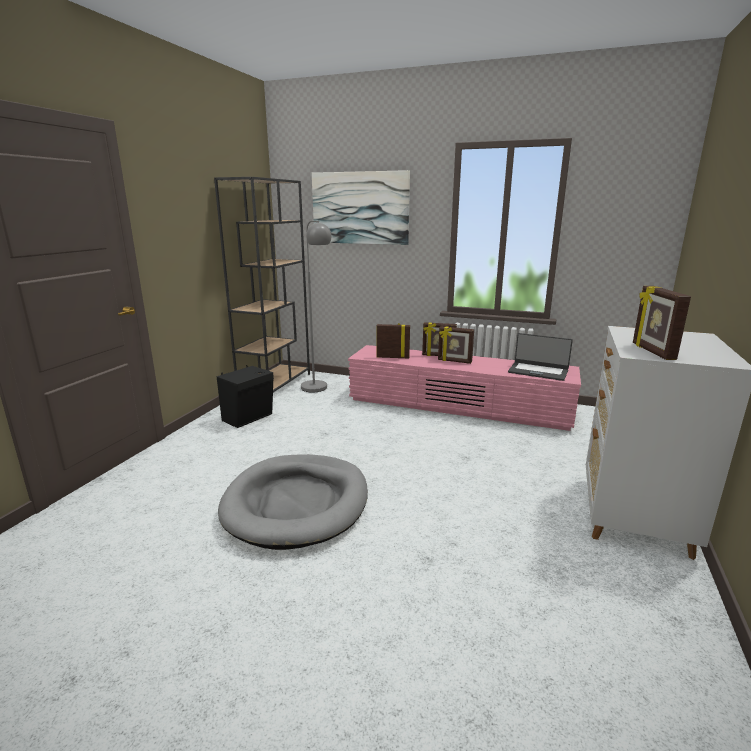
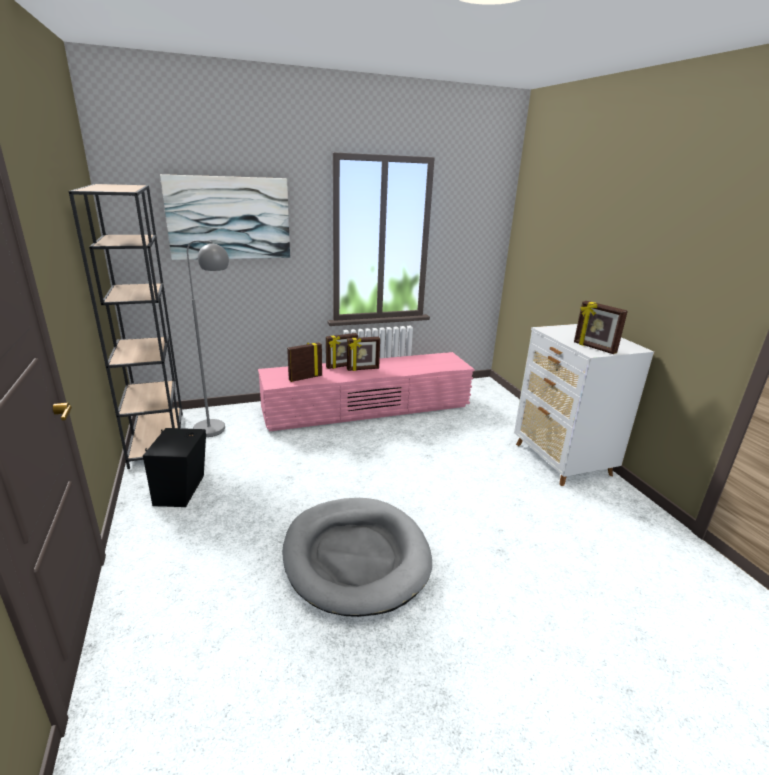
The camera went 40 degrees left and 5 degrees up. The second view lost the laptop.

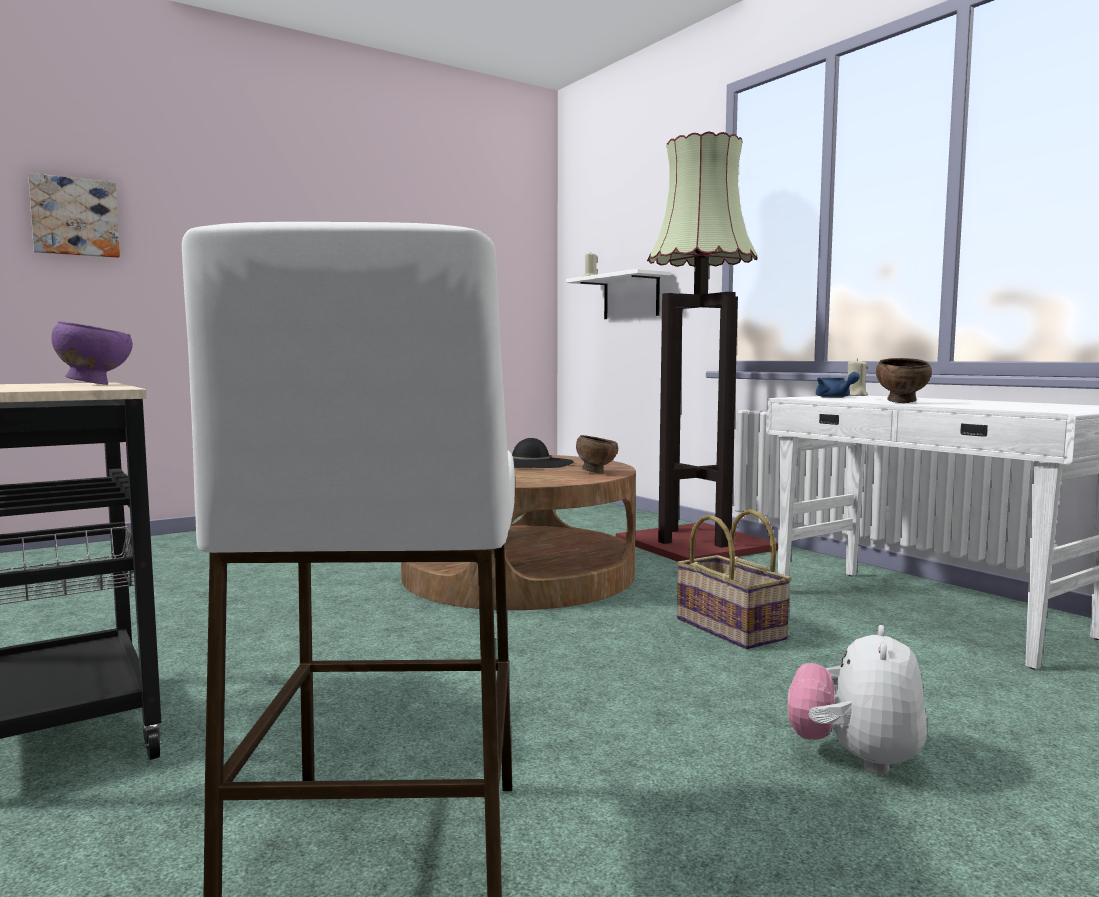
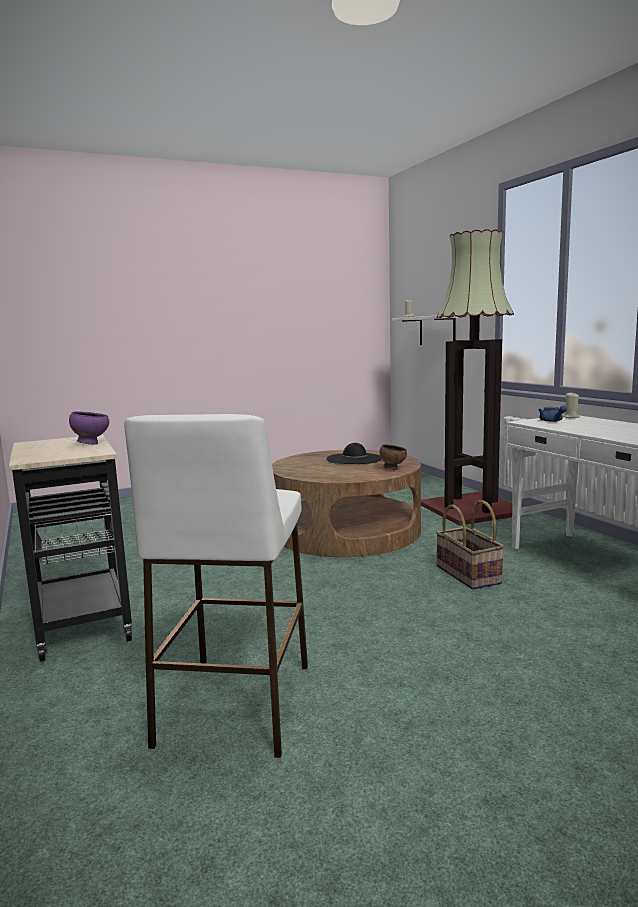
The camera went 10 degrees right and 5 degrees up. The second view lost the picture. The second view lost the plush_toy. The second view lost the brown_bowl (no. 2 from left).

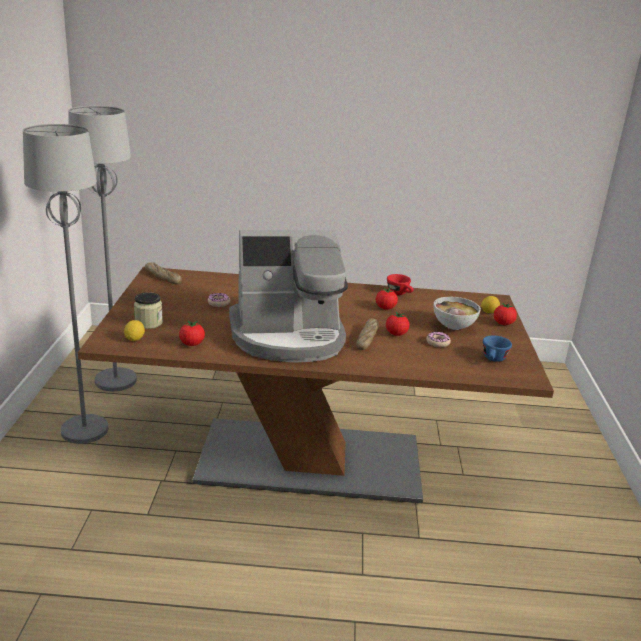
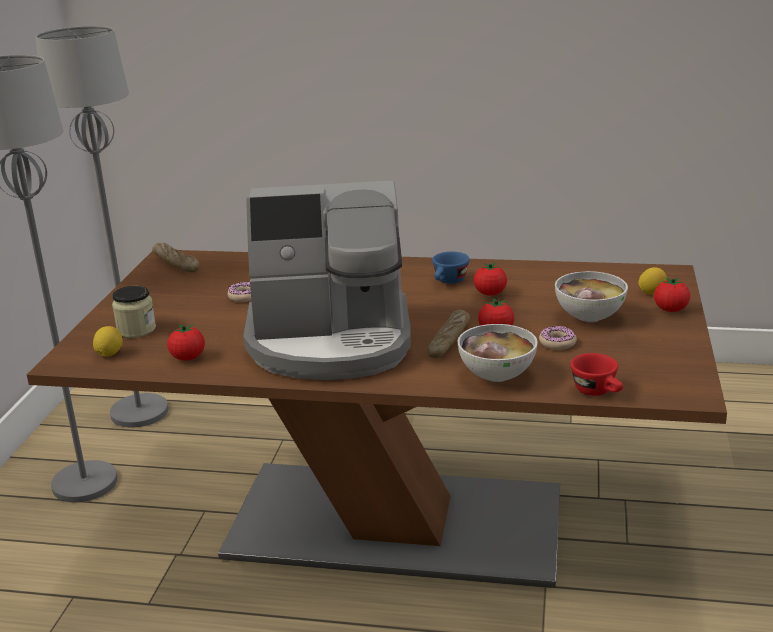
The camera went 10 degrees right and 0 degrees up. The red_cup ended up elsewhere. The blue_cup ended up elsewhere. The second view gained the bowl (no. 1 from left).

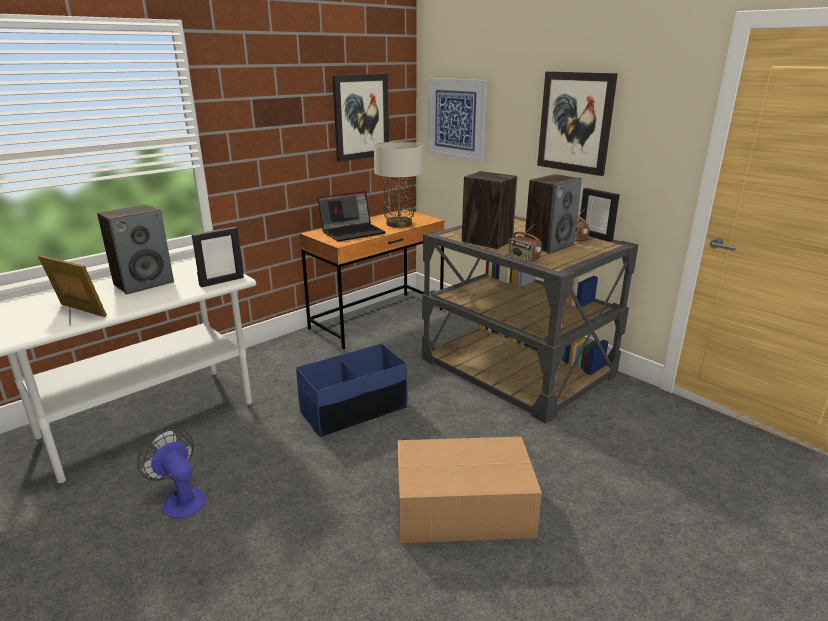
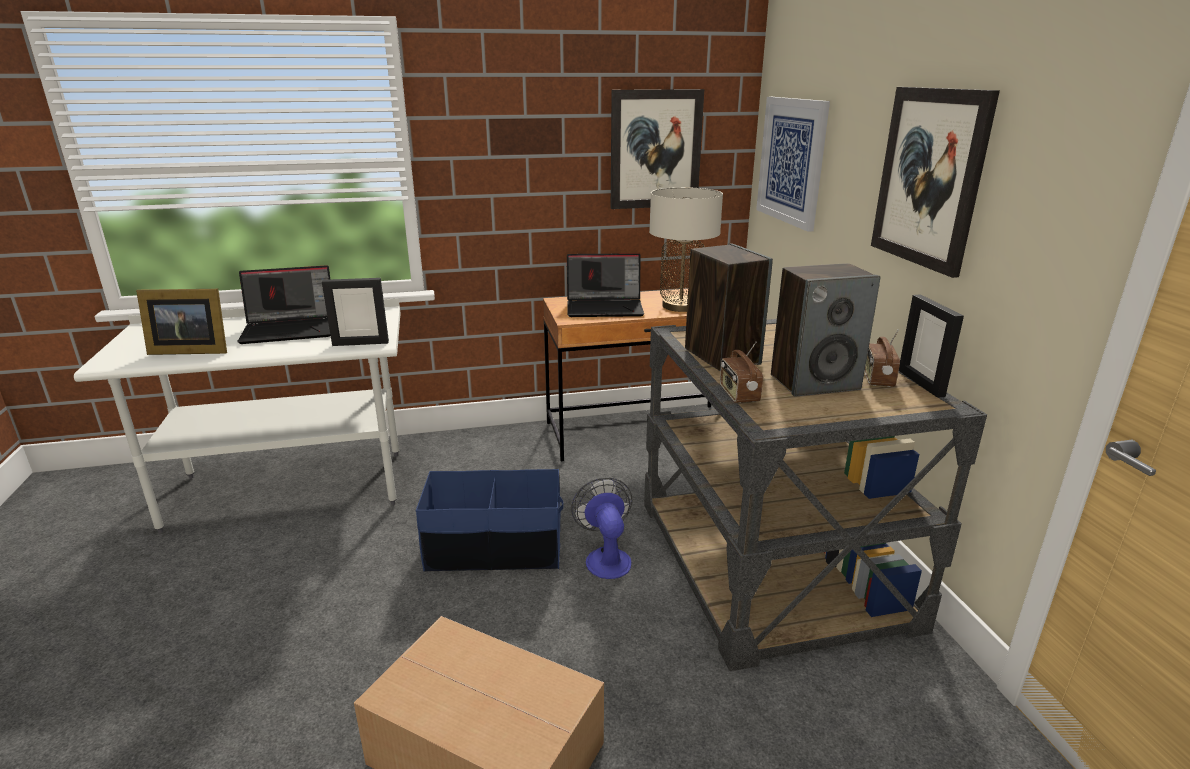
The camera went 30 degrees right and 0 degrees up. The picture_frame (no. 1 from left) ended up facing another way, 120 degrees clockwise from before. Where the speaker (no. 1 from left) stood, the laptop (no. 1 from left) came to stand. The fan ended up elsewhere.

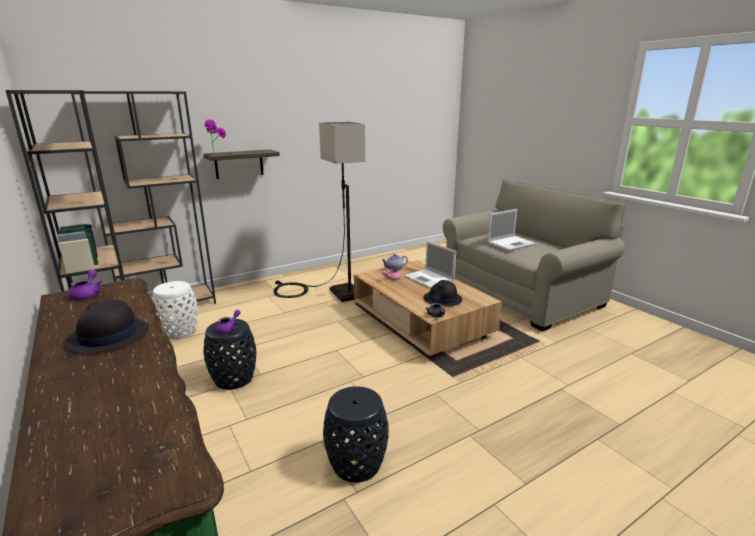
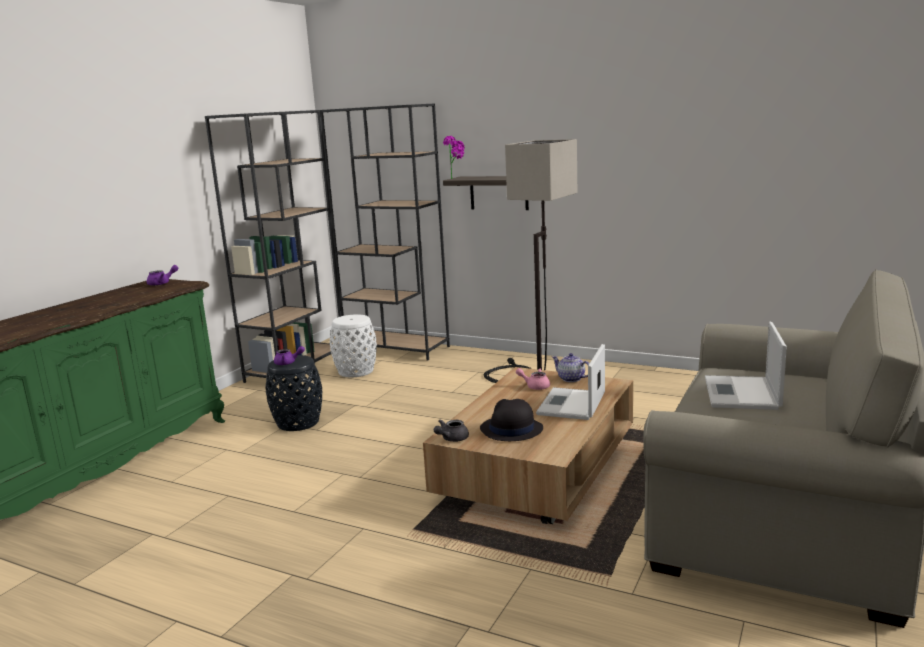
The camera went 60 degrees right and 5 degrees down. The second view lost the black_hat (no. 1 from left). The second view lost the black_stool (no. 2 from left). The laptop (no. 2 from left) ended up facing another way, 75 degrees clockwise from before.

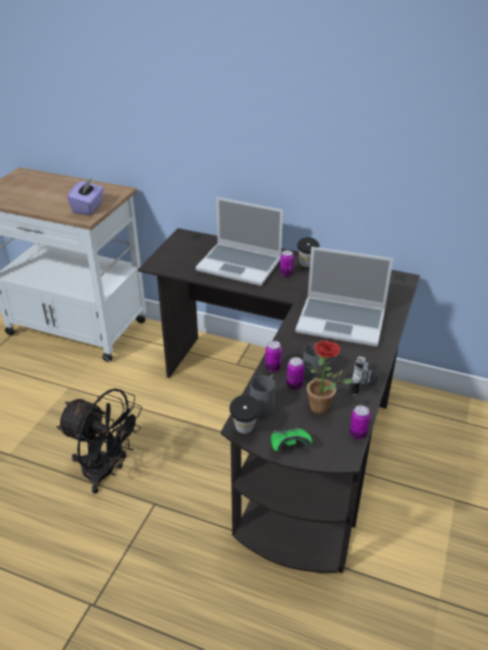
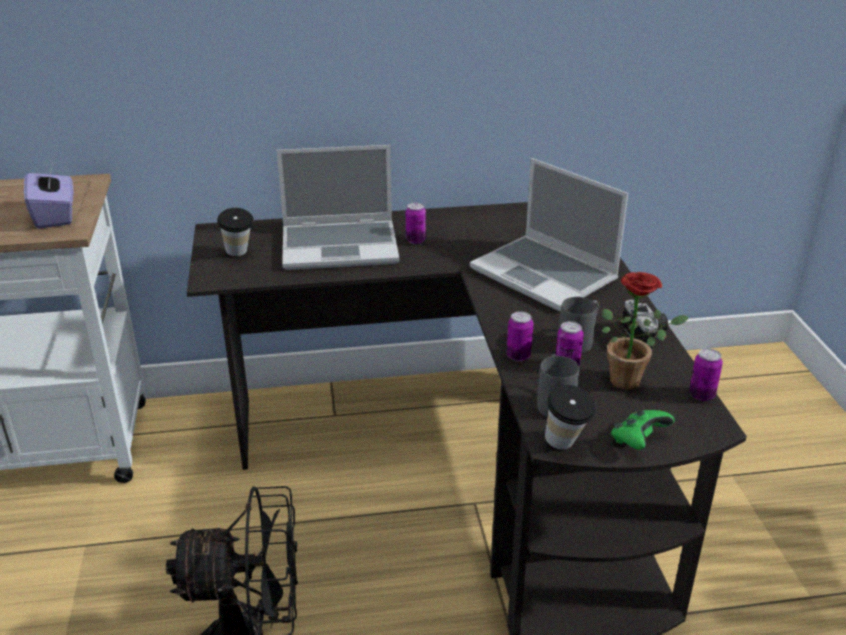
The camera went 30 degrees left and 5 degrees down. The laptop (no. 2 from left) ended up facing another way, 60 degrees clockwise from before. The cup (no. 2 from left in the first image) ended up elsewhere.

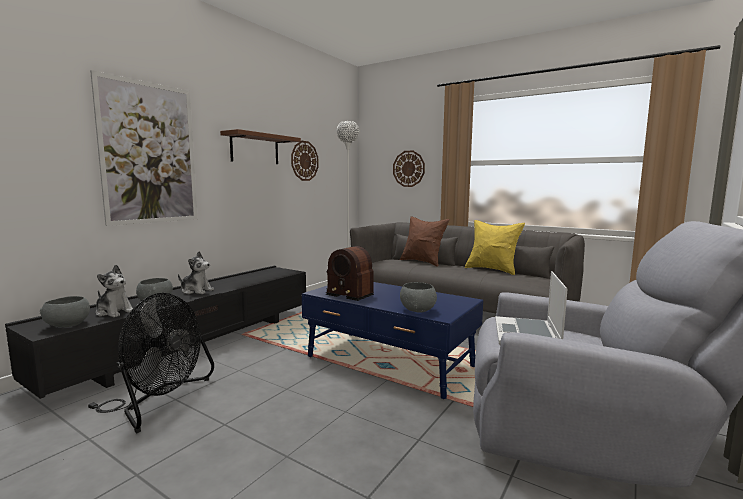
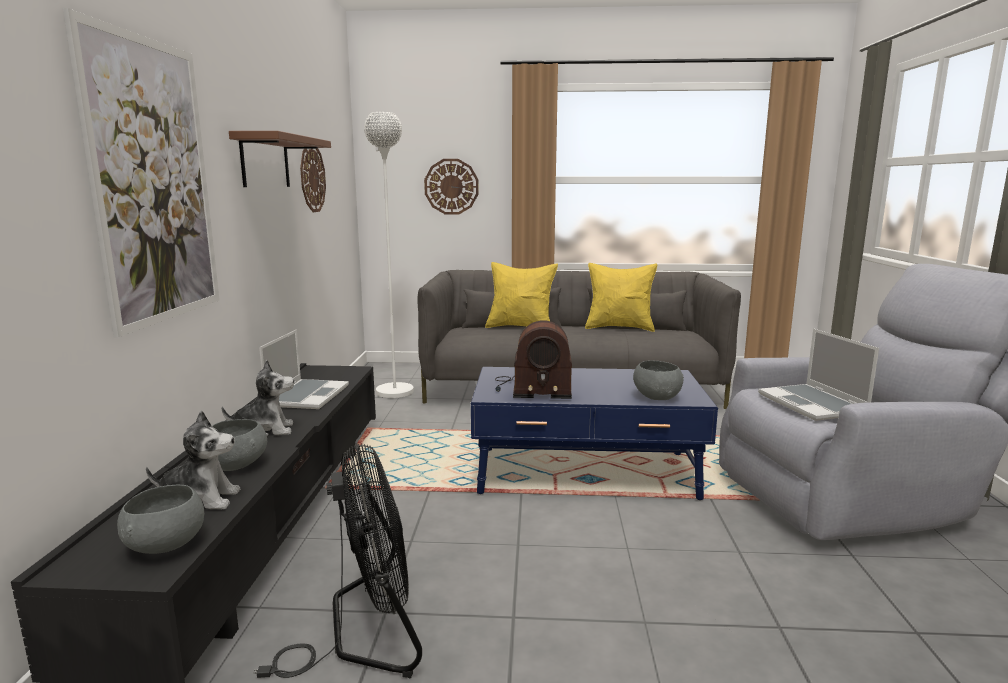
The camera went 30 degrees left and 5 degrees up. What was the brown_pillow turned into the yellow_pillow (no. 1 from left). The second view gained the laptop (no. 1 from left).

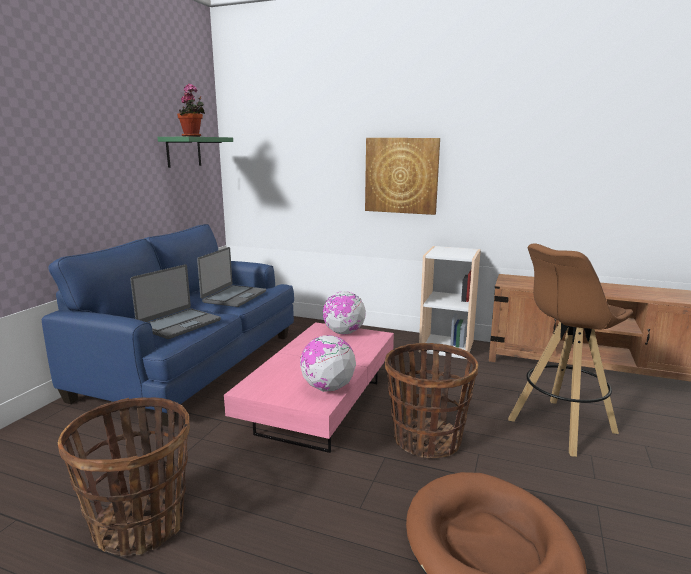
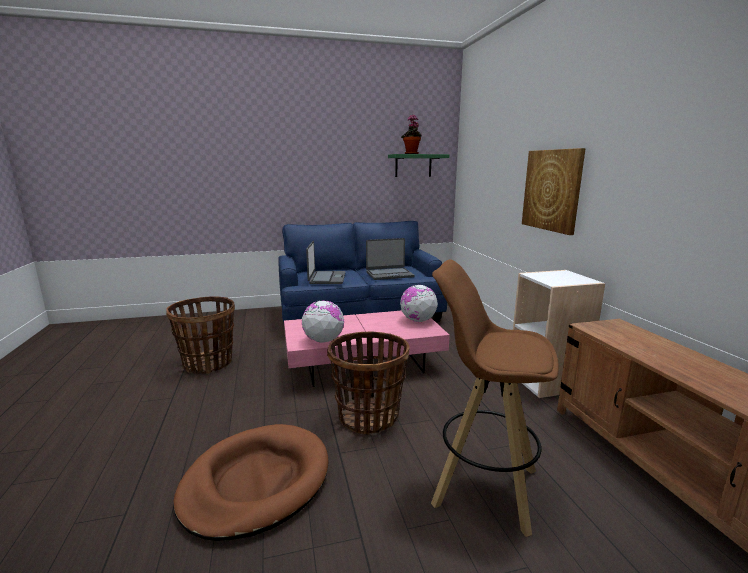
The camera went 55 degrees right and 0 degrees up. The laptop (no. 1 from left) ended up facing another way, 90 degrees counterclockwise from before.

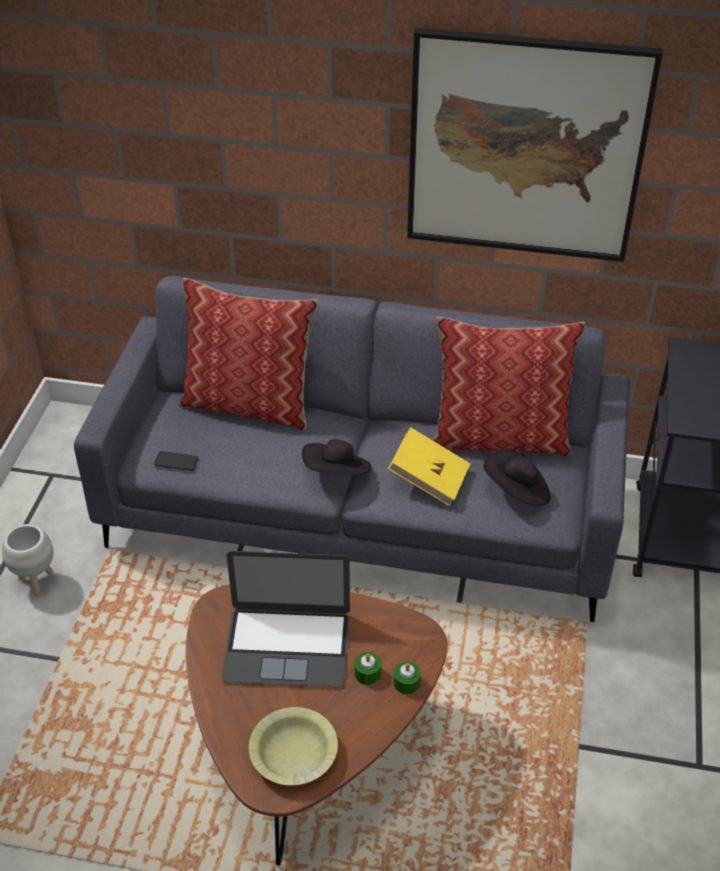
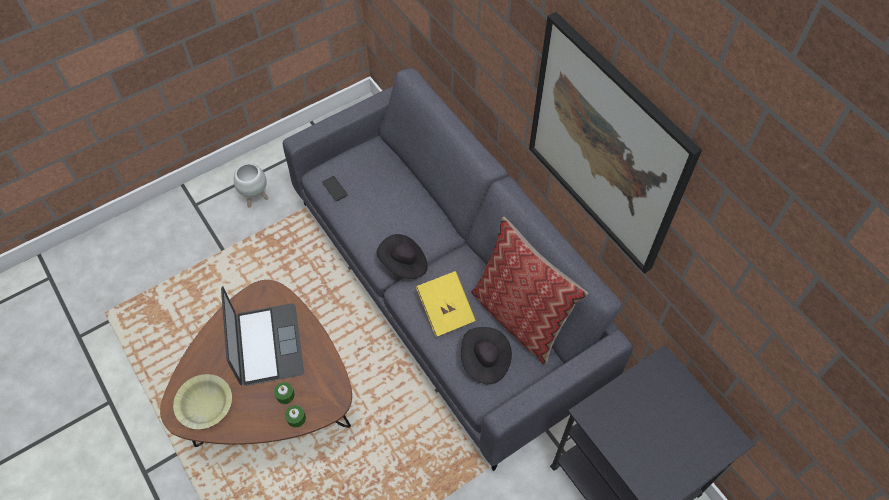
The camera went 45 degrees right and 15 degrees up. The second view lost the pillow (no. 1 from left). The laptop ended up facing another way, 150 degrees counterclockwise from before.

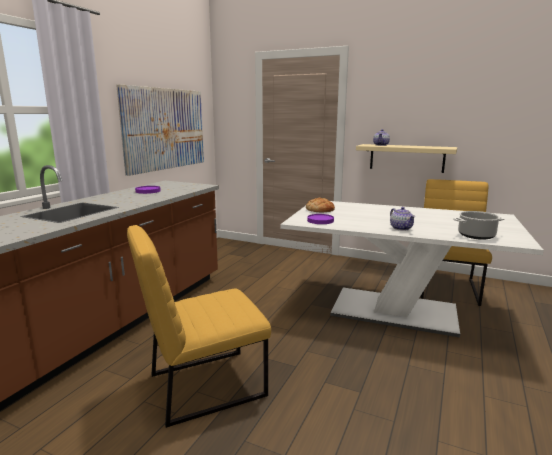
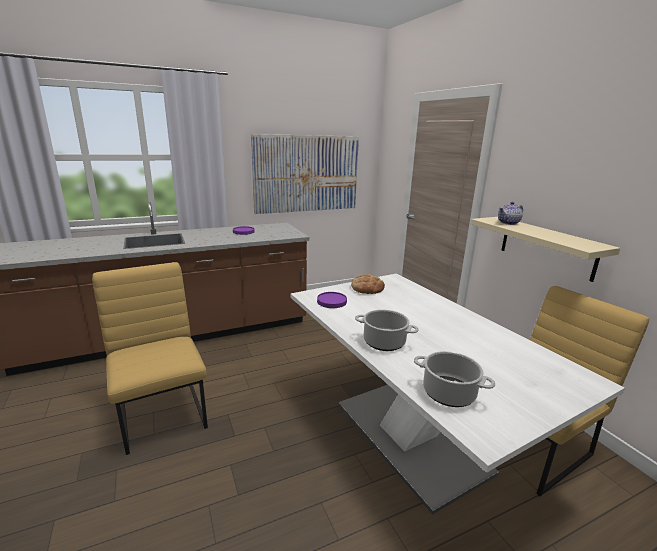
The camera went 40 degrees right and 5 degrees up. The yellow_chair (no. 1 from left) ended up facing another way, 45 degrees clockwise from before. Where the teapot (no. 2 from left) stood, the cooking_pot (no. 1 from left) came to stand.

